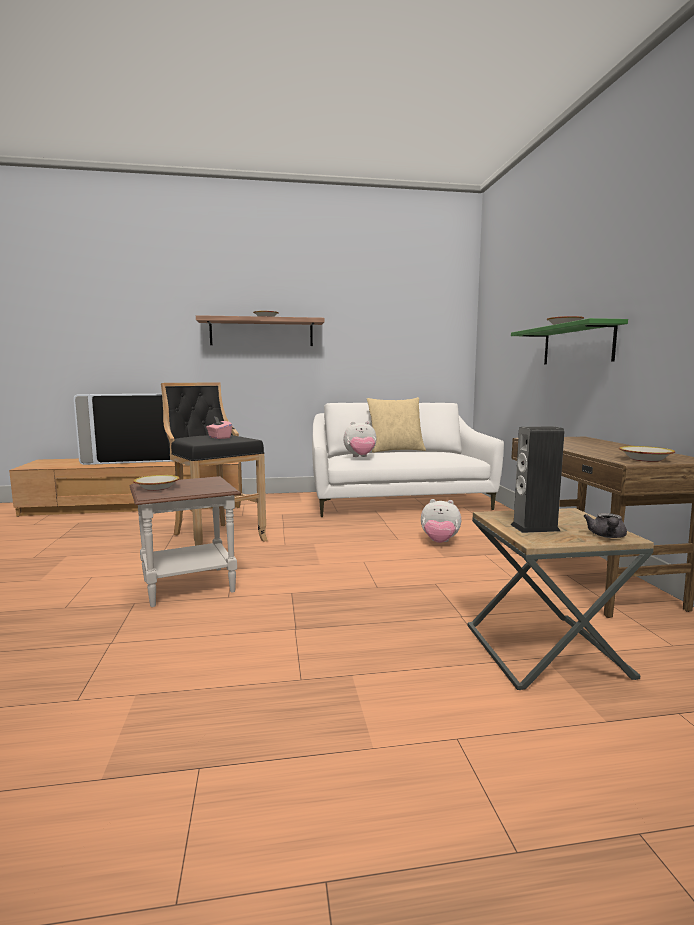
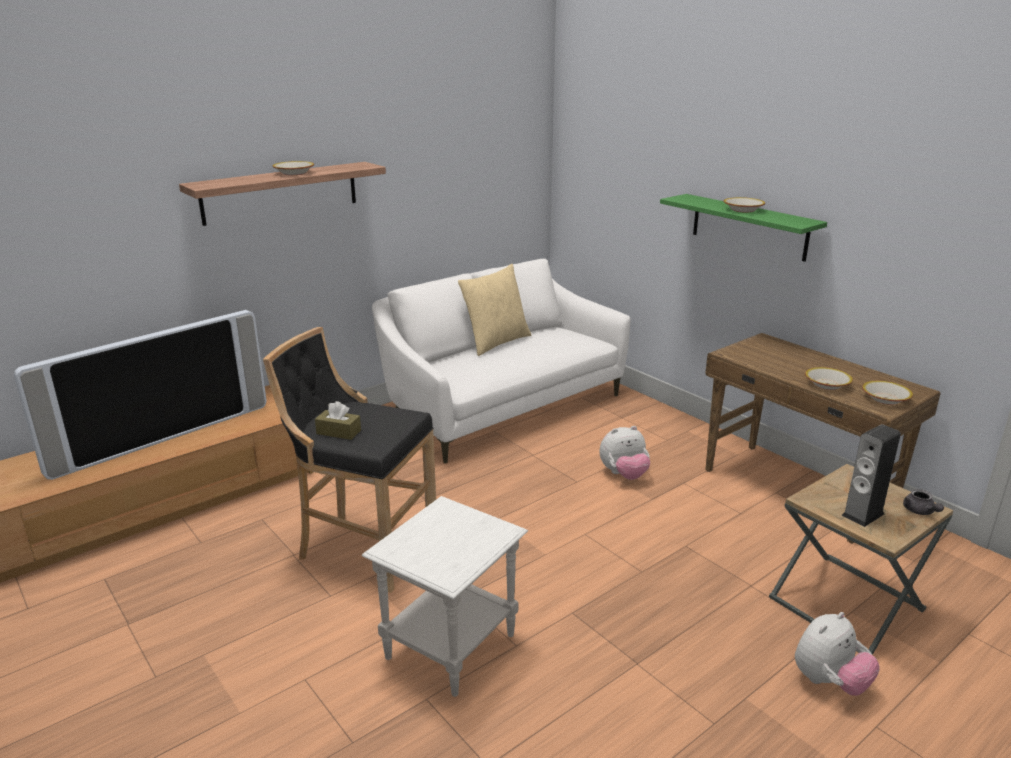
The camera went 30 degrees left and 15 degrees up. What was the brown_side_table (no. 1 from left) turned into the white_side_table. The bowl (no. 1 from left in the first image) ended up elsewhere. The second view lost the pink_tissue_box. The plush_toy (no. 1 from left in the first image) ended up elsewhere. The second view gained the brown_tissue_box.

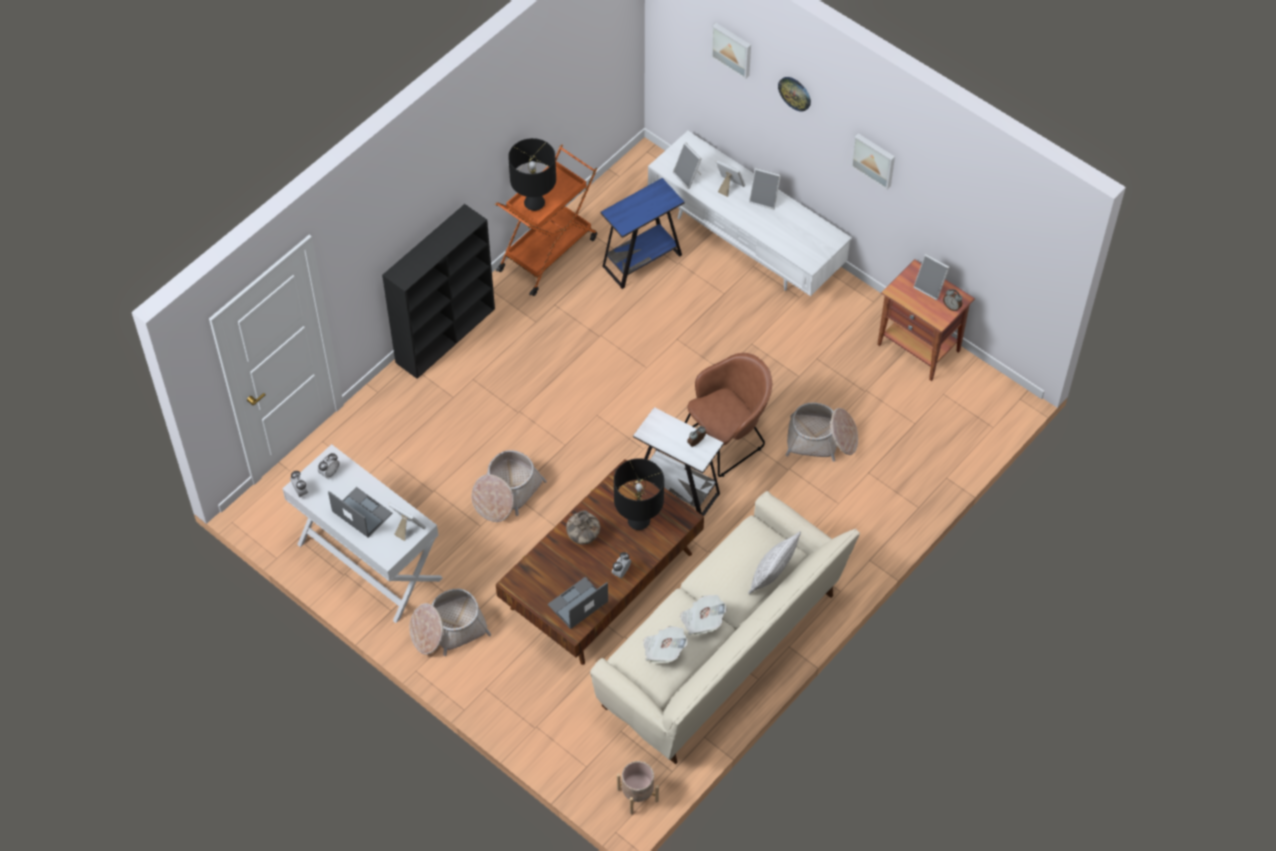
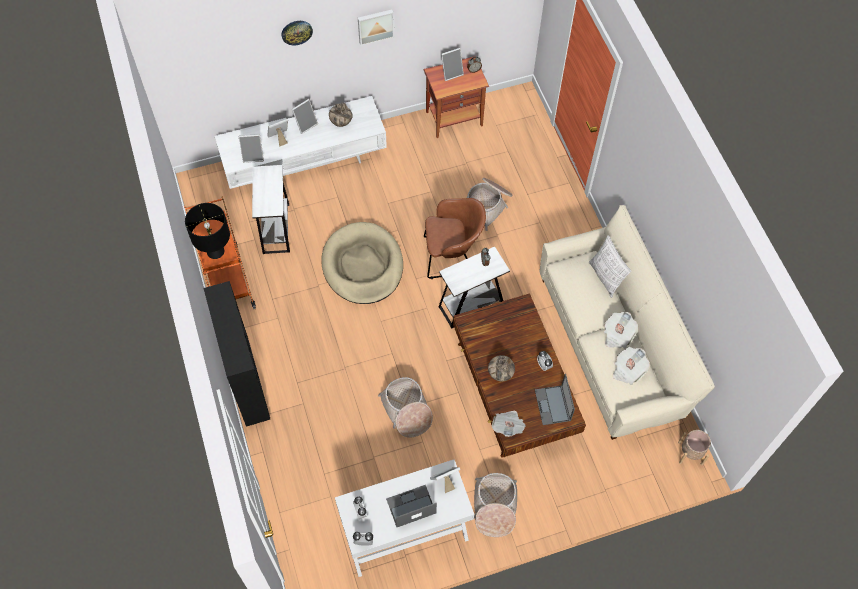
The camera went 60 degrees left and 5 degrees up. What was the blue_side_table turned into the white_side_table (no. 1 from left). The second view lost the black_table_lamp (no. 2 from left). The brown_armchair ended up facing another way, 90 degrees clockwise from before. The second view lost the picture (no. 1 from left). The second view gained the beige_dog_bed. The second view gained the vase (no. 1 from left). The second view gained the newspaper (no. 1 from left).

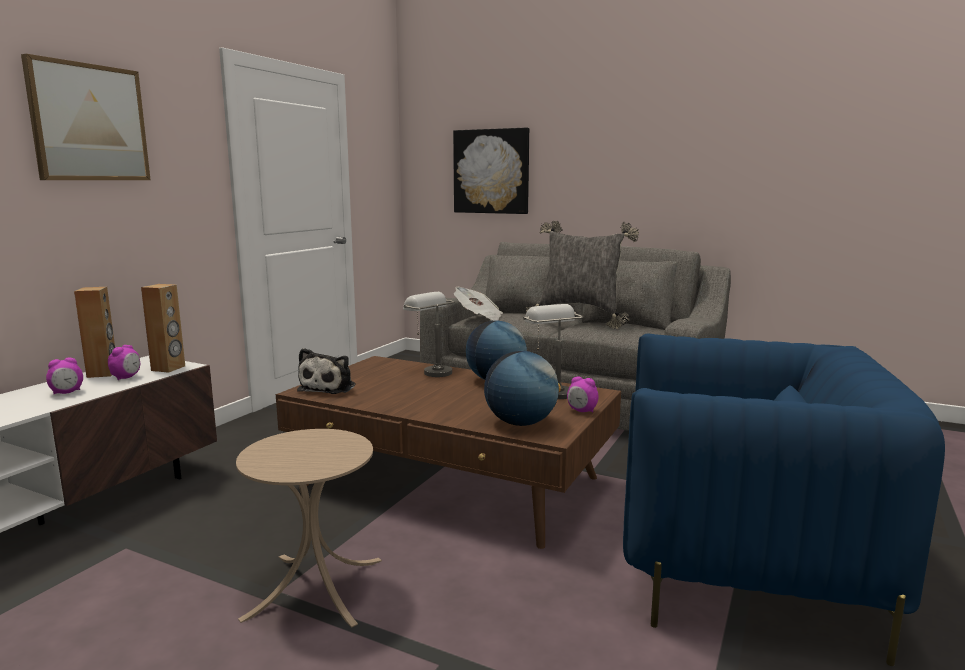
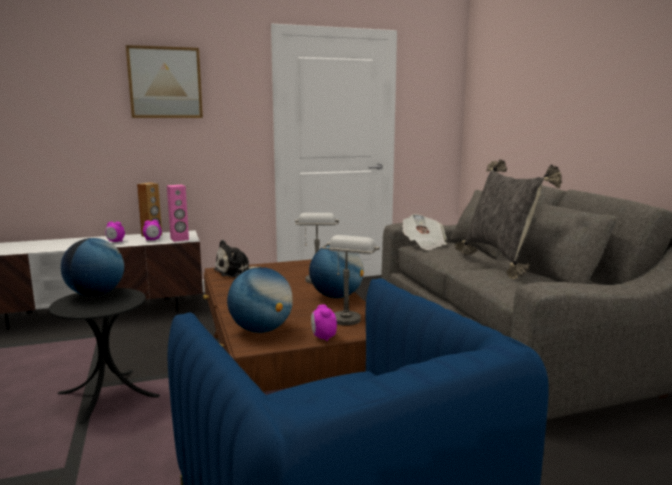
The camera went 45 degrees right and 0 degrees up. What was the brown_speaker (no. 2 from left) turned into the pink_speaker. What was the beige_side_table turned into the black_side_table. The second view lost the picture (no. 2 from left). The second view gained the globe (no. 1 from left).

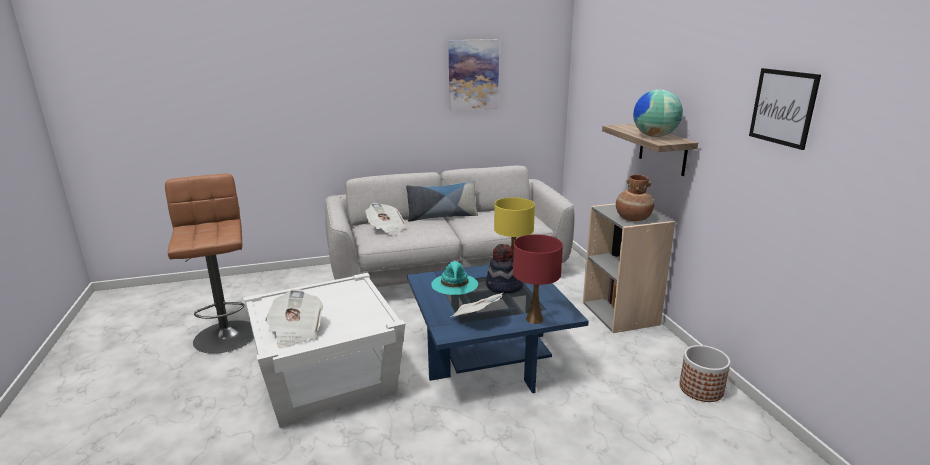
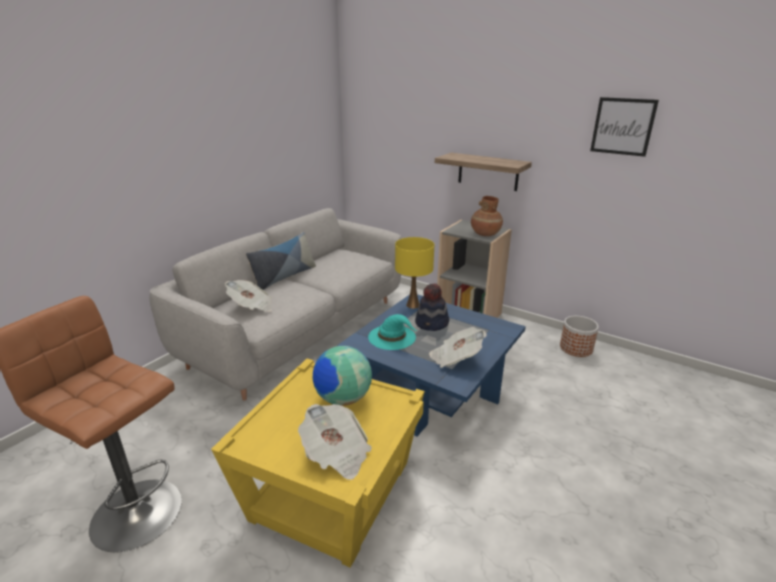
The camera went 40 degrees left and 5 degrees up. What was the white_side_table turned into the yellow_side_table. The second view lost the picture (no. 1 from left). The second view lost the red_table_lamp. The globe ended up elsewhere.

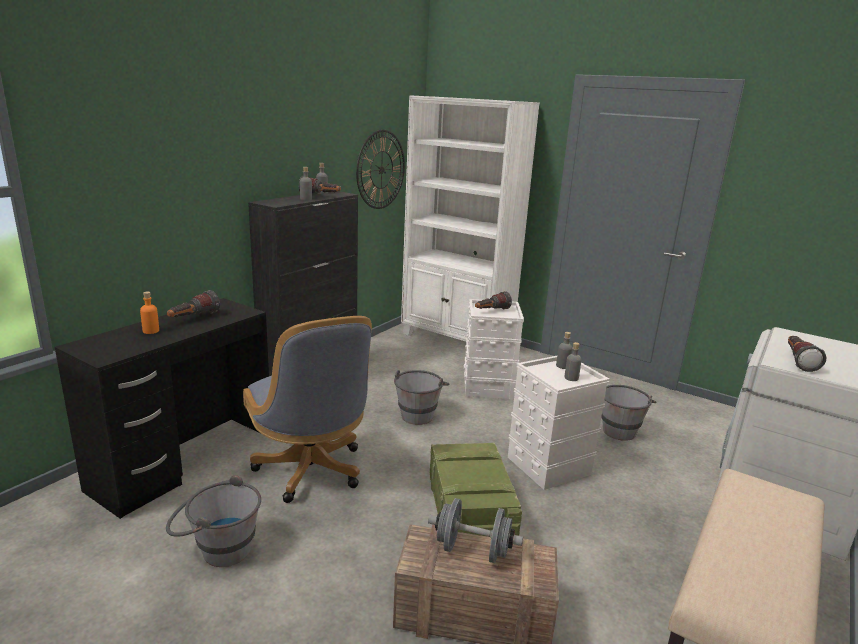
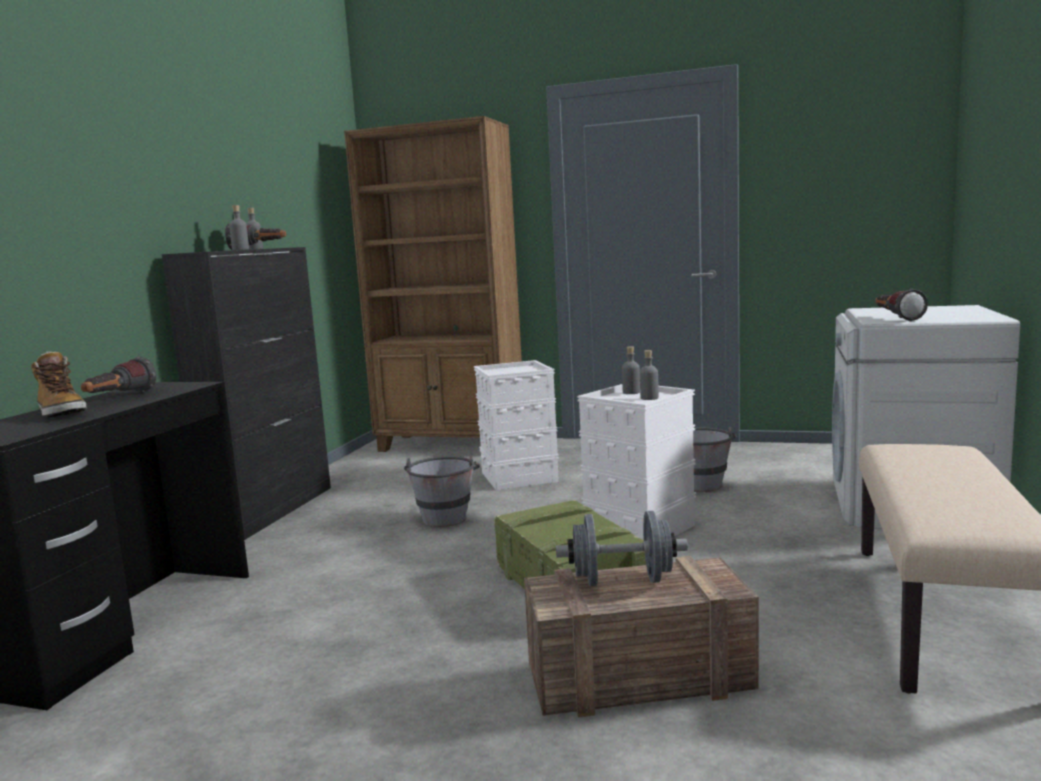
The camera went 15 degrees left and 10 degrees down. Where the orange_bottle stood, the boot came to stand. The second view lost the grey_bucket (no. 1 from left). The second view lost the blue_office_chair. The second view lost the wall_clock. What was the white_bookcase turned into the brown_bookcase. The second view lost the flashlight (no. 3 from left).

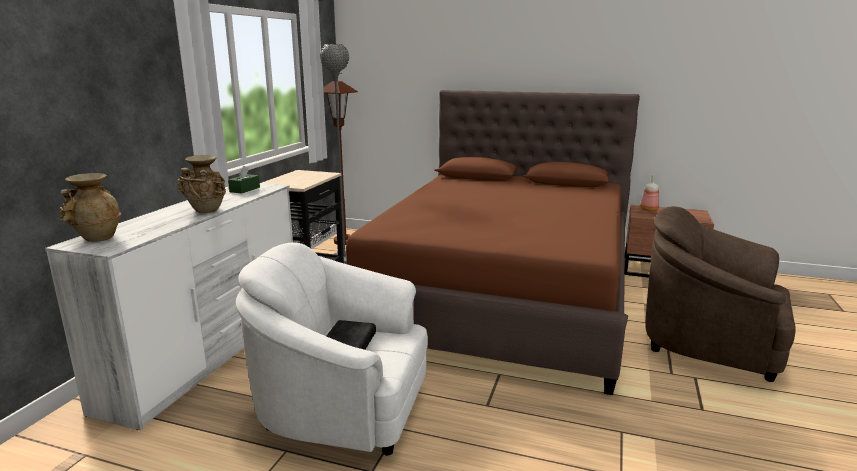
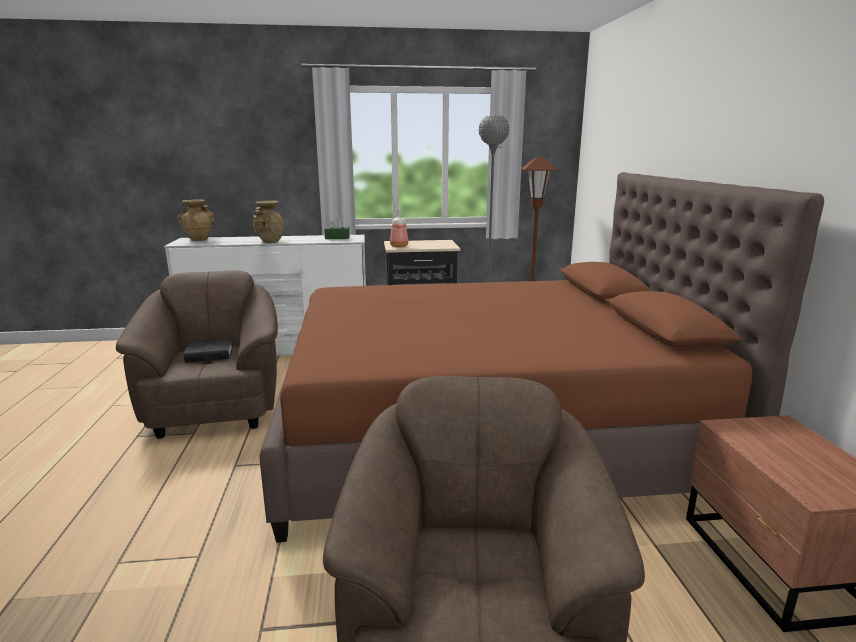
The camera went 65 degrees right and 0 degrees up. What was the white_armchair turned into the brown_armchair (no. 1 from left). The bottle ended up elsewhere.

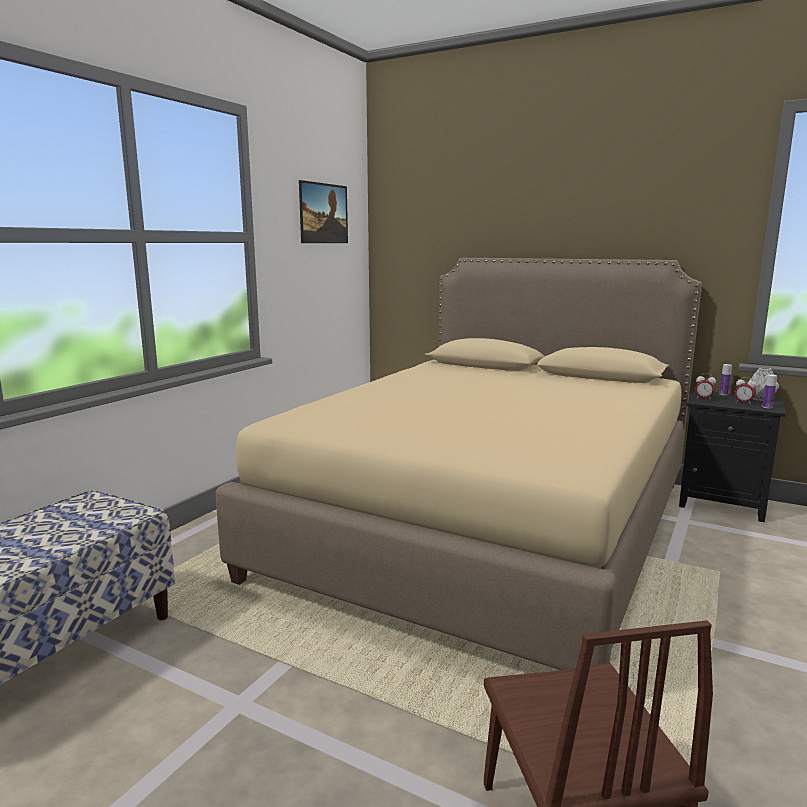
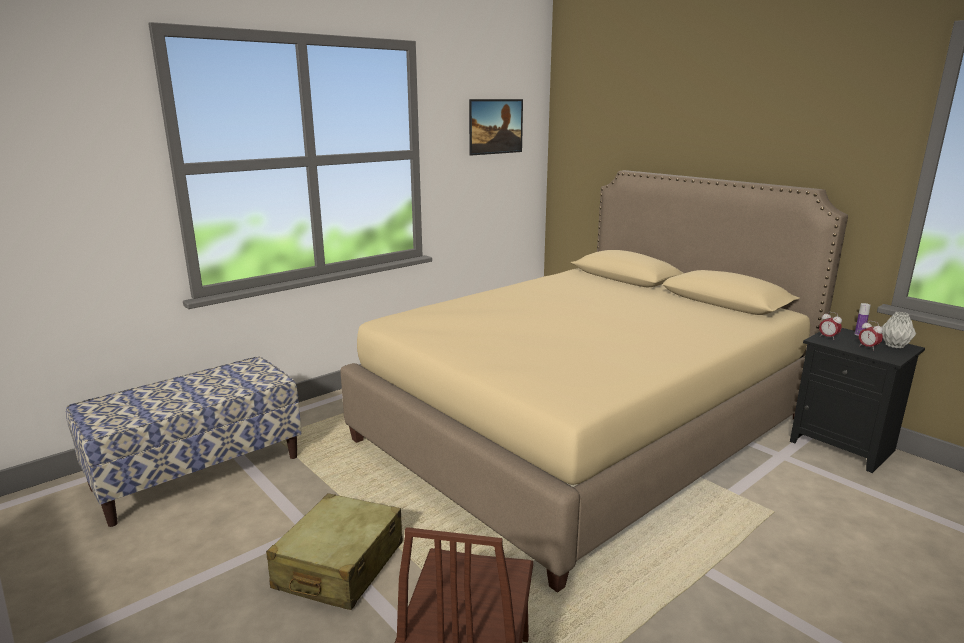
The camera went 20 degrees right and 5 degrees up. The second view lost the bottle (no. 2 from left). The second view gained the beige_suitcase.

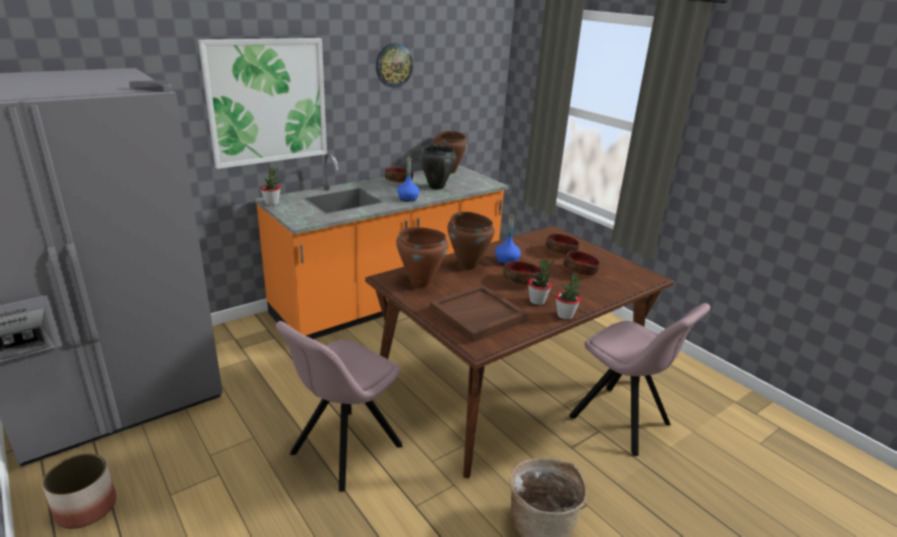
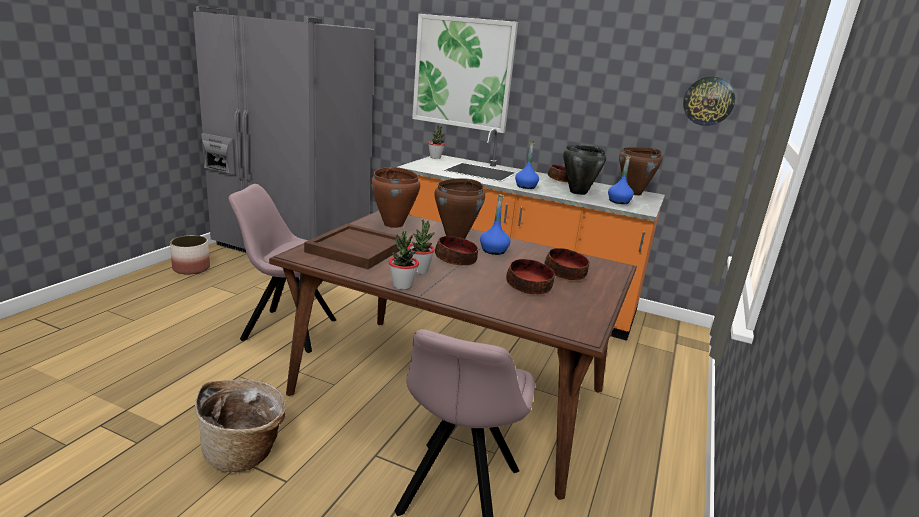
The camera went 60 degrees right and 5 degrees down. The wall_clock ended up elsewhere. The second view gained the blue_bottle (no. 3 from left).

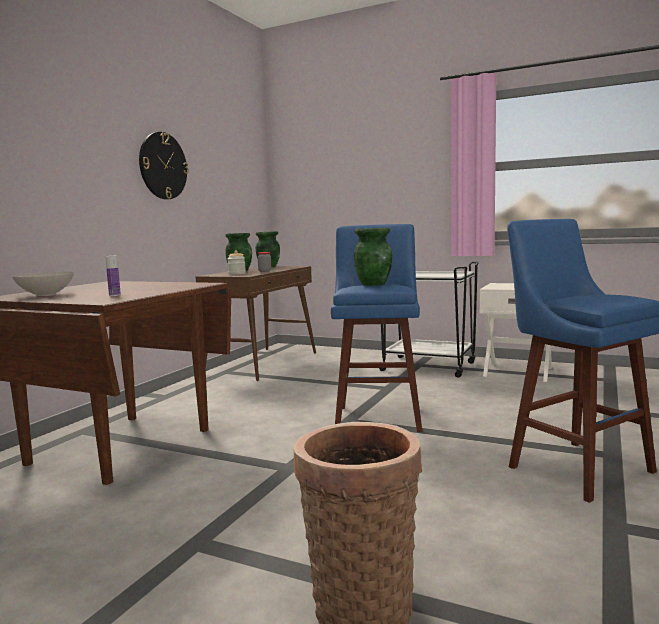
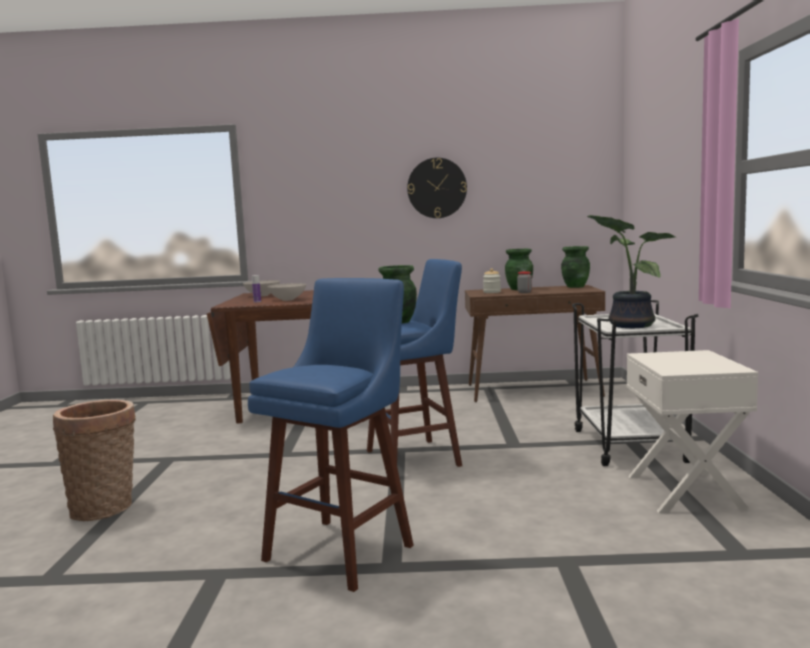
The camera went 65 degrees right and 0 degrees up. The second view gained the white_bowl (no. 2 from left). The second view gained the potted_plant.

